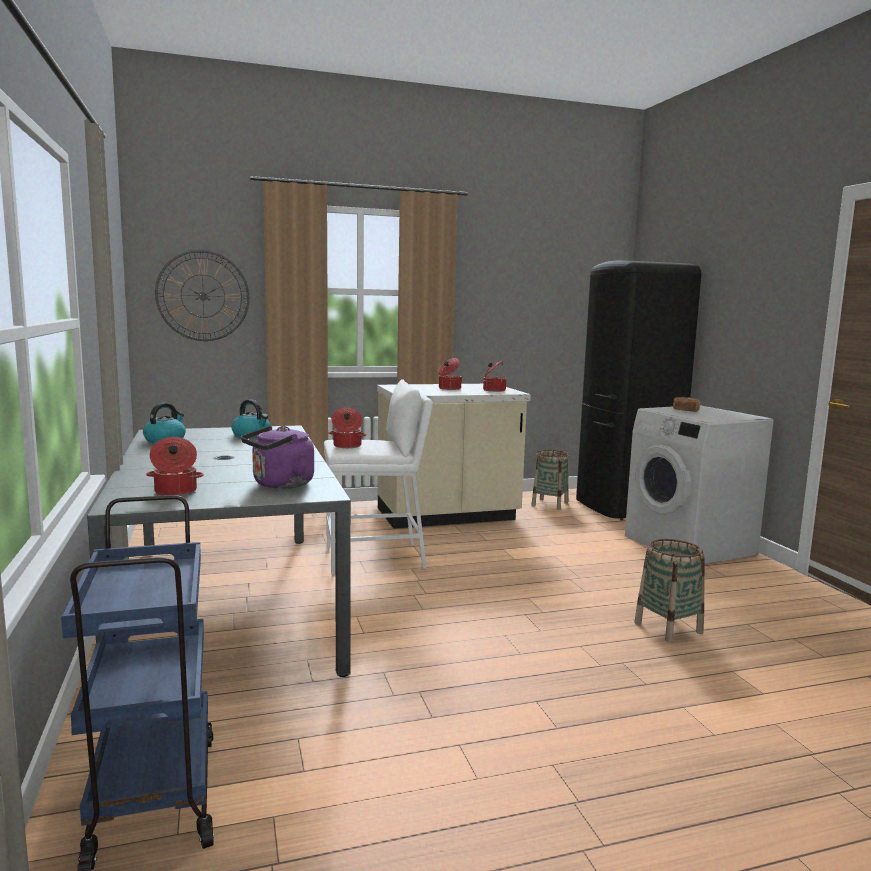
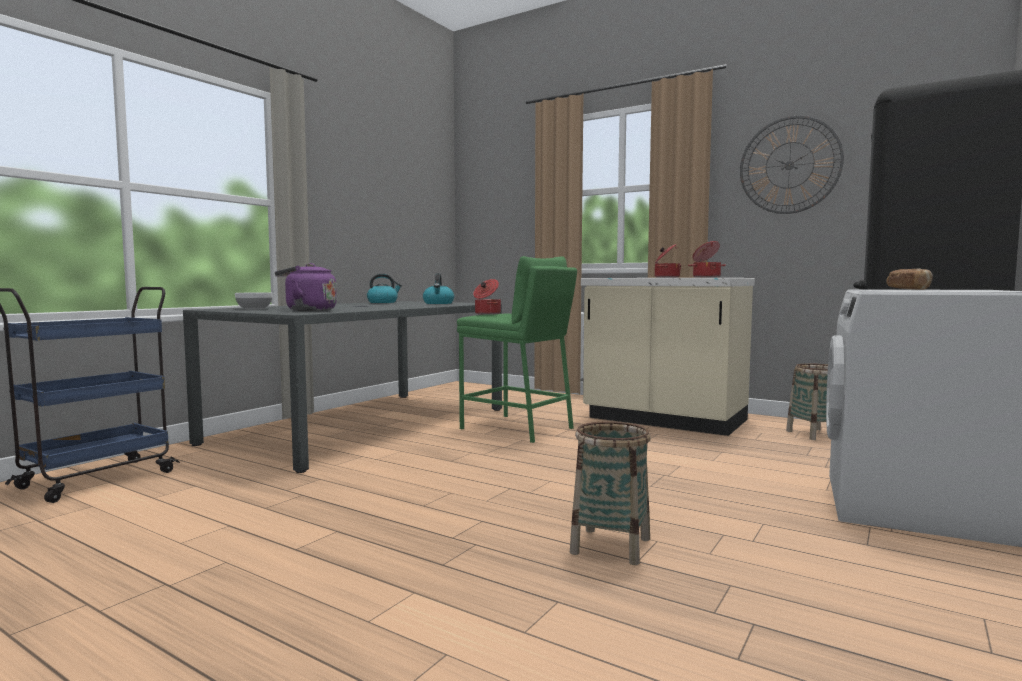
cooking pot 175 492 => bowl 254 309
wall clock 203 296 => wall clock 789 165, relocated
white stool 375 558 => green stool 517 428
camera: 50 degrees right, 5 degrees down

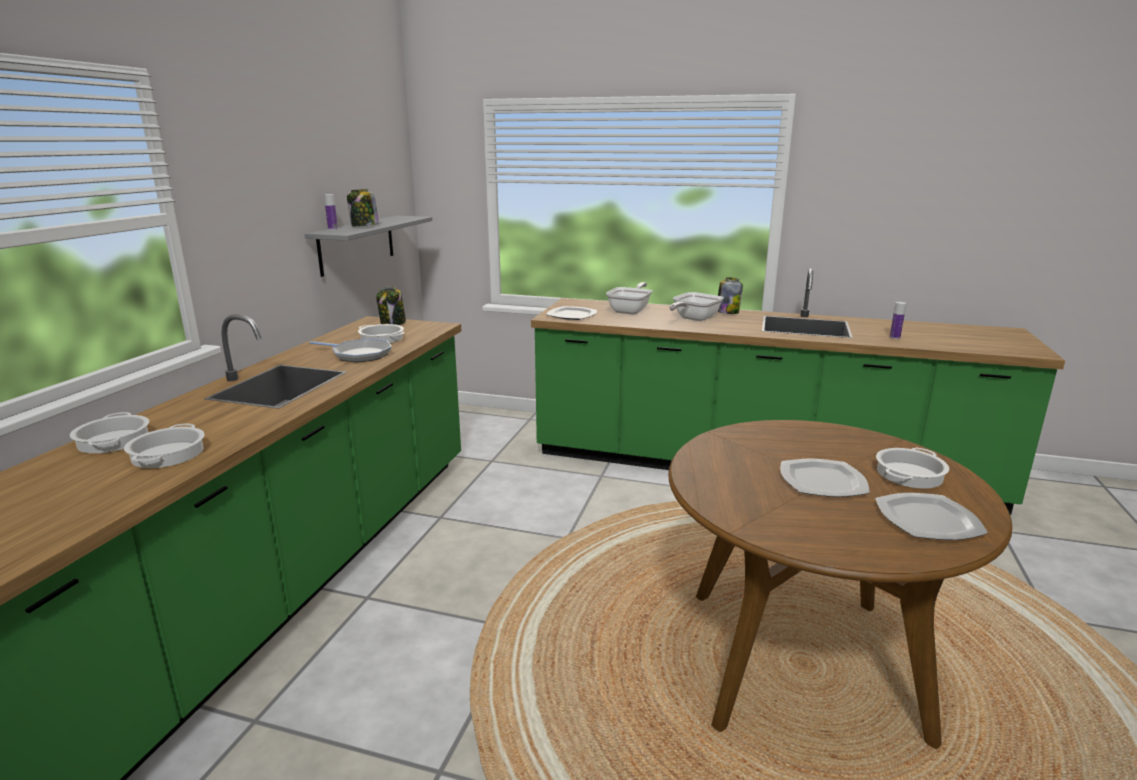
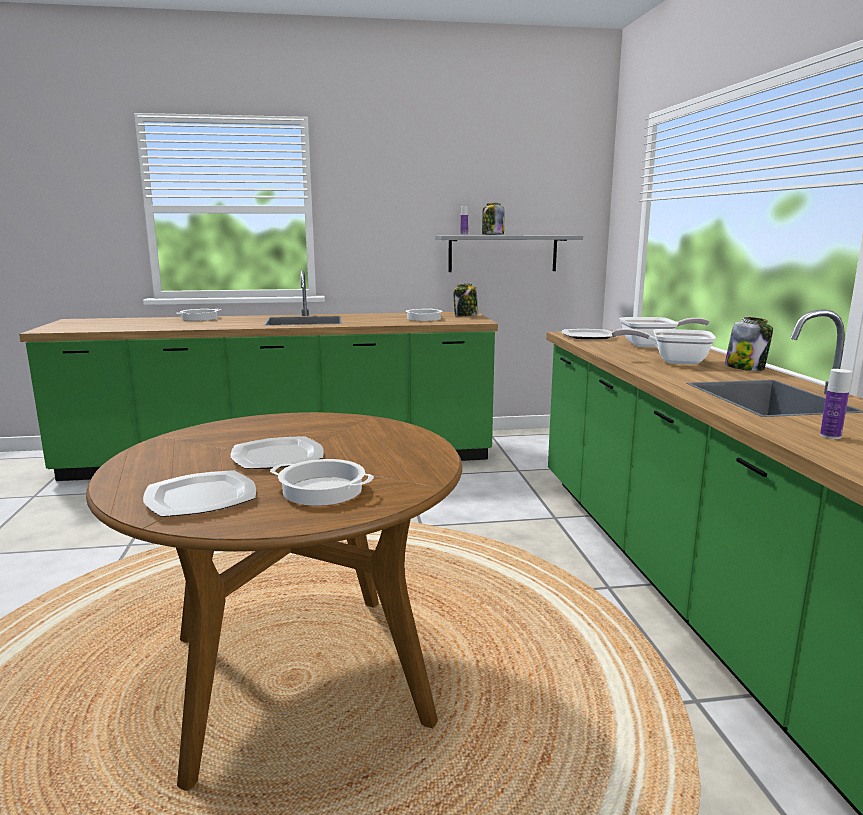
cooking pot 167 454 => nothing
frying pan 359 355 => nothing
camera: 65 degrees right, 5 degrees down

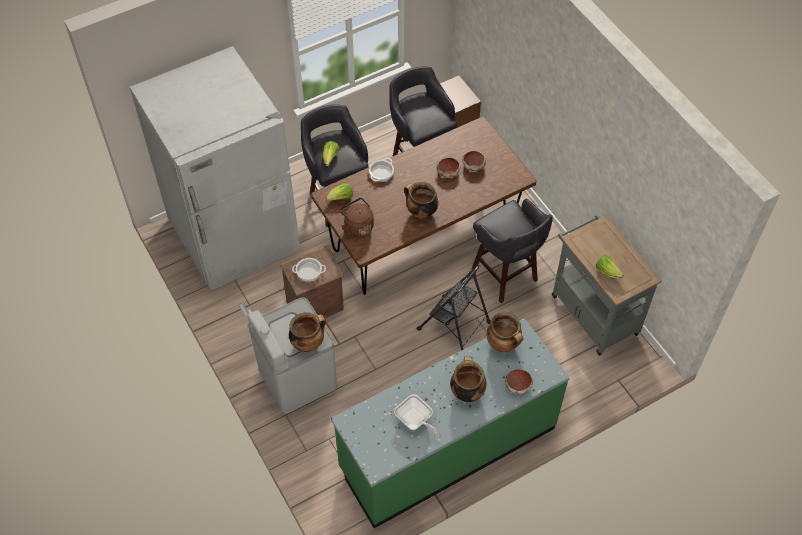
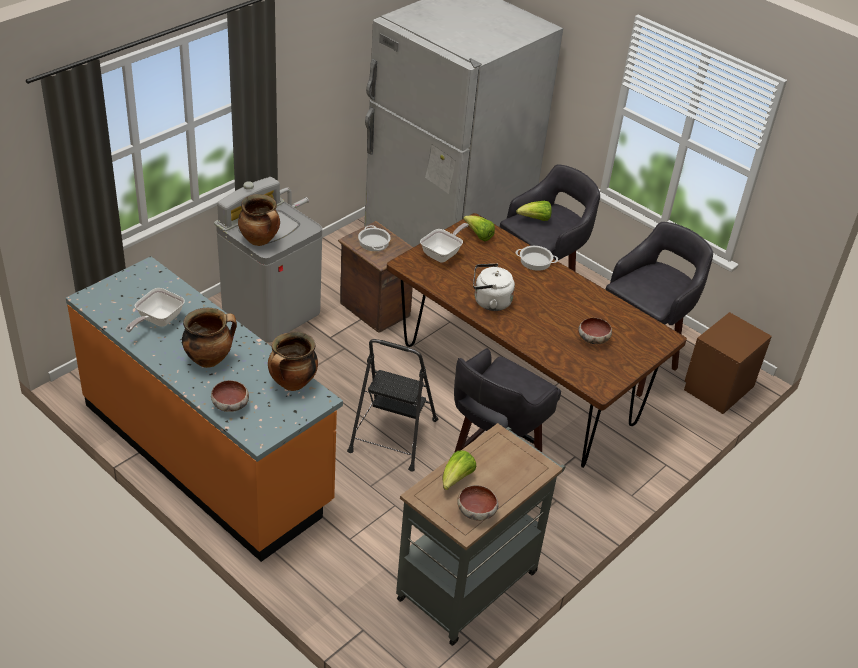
green counter 447 448 => orange counter 207 454
brown kettle 357 226 => frying pan 443 254
cooking pot 421 212 => white kettle 489 302
bowl 448 172 => bowl 477 511, relocated
camera: 70 degrees right, 15 degrees down

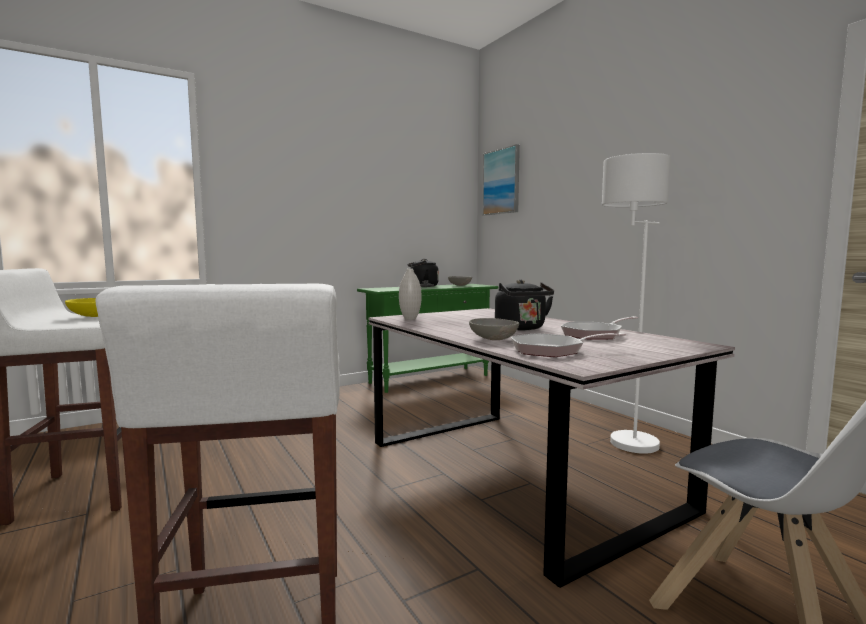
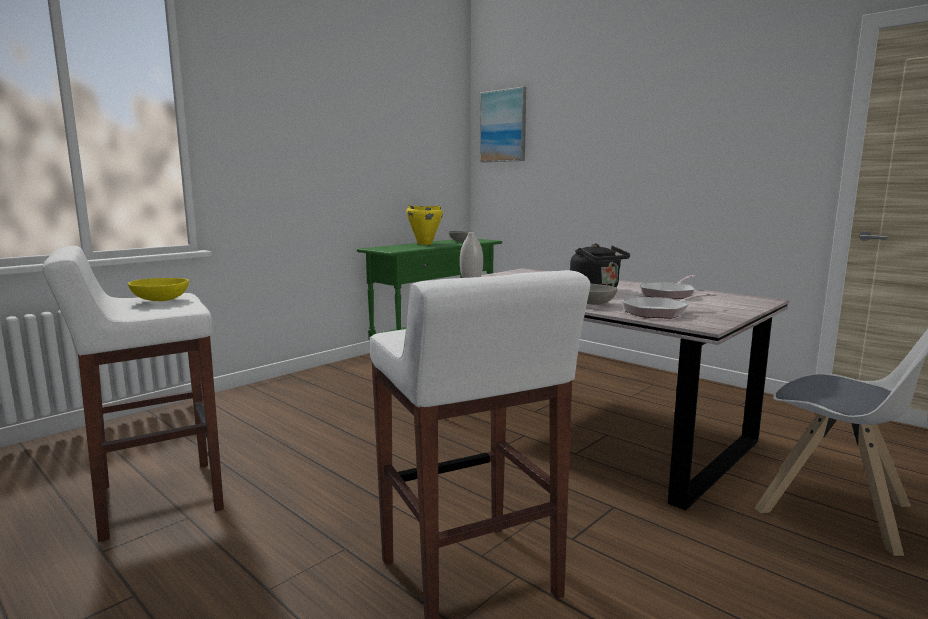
black kettle 422 286 => yellow cooking pot 424 244
white floor lamp 626 447 => nothing
camera: 15 degrees left, 5 degrees up

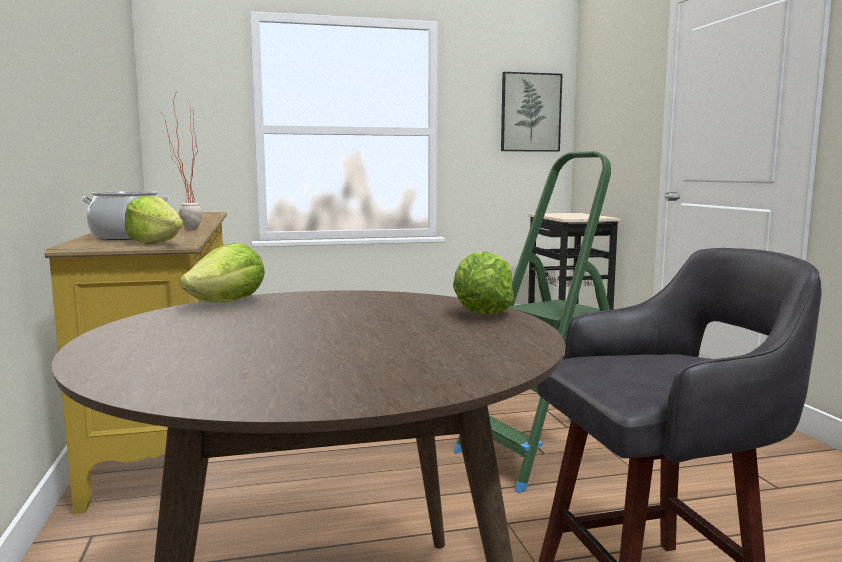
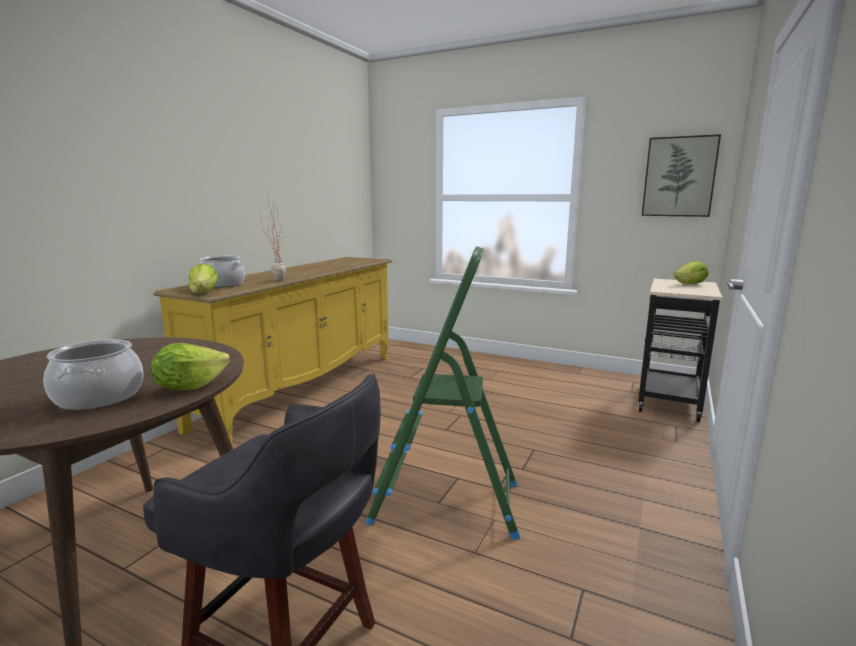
lettuce 228 302 => lettuce 690 284, relocated
nothing => cooking pot 100 396
camera: 40 degrees right, 5 degrees up

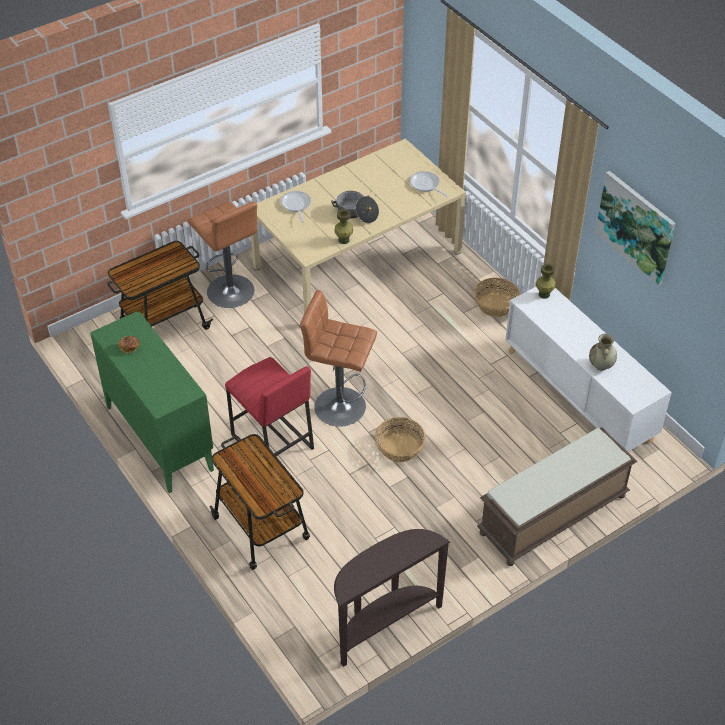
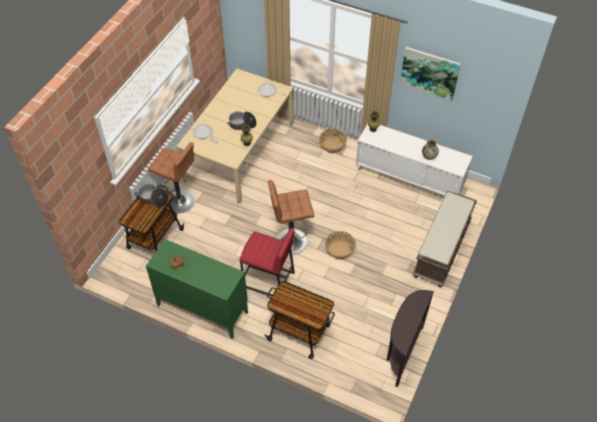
nothing => cooking pot 153 199
camera: 30 degrees left, 5 degrees up

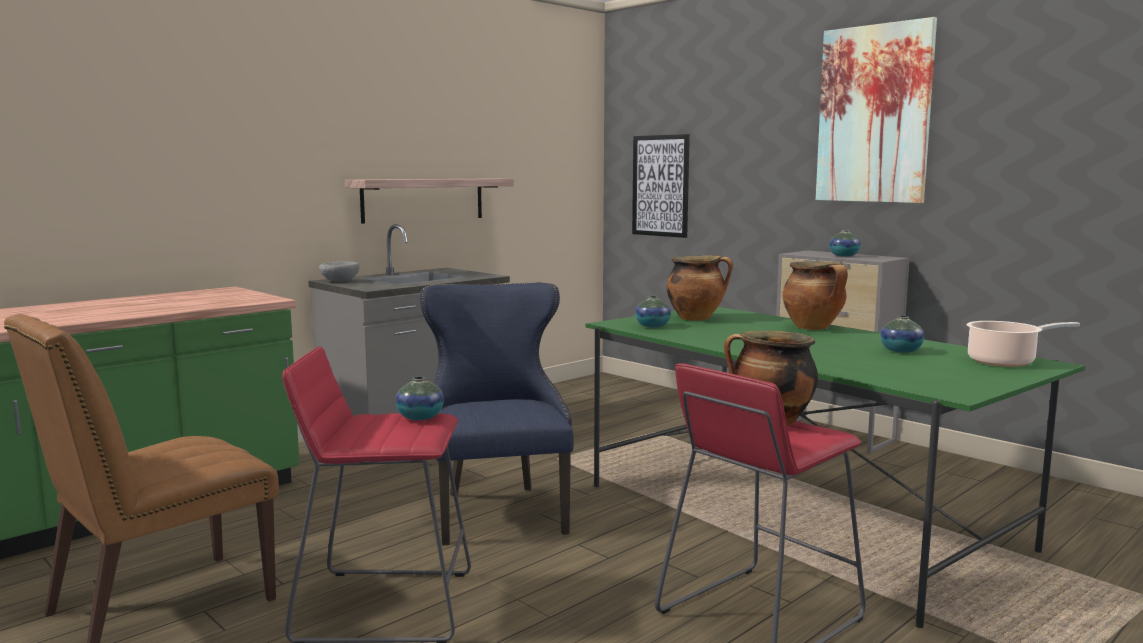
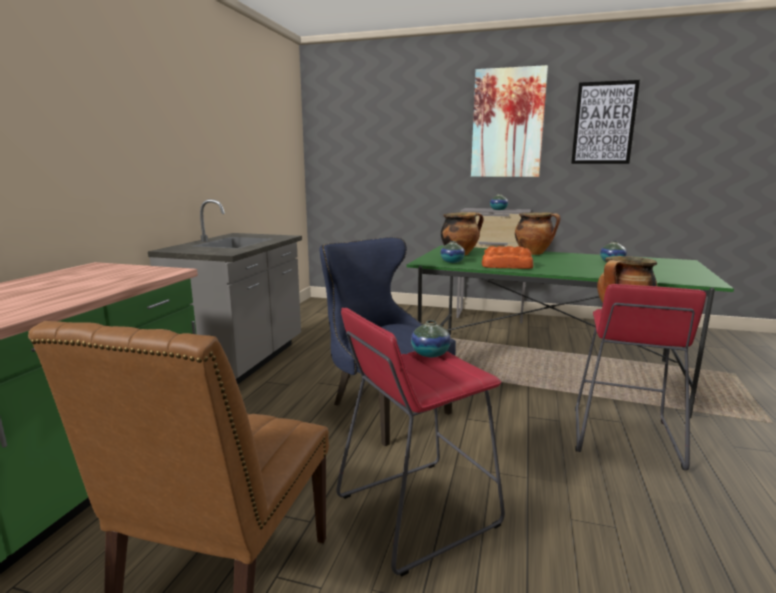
grey bowl 339 281 => nothing
shelf 423 199 => nothing
picture 660 185 => picture 604 123, relocated
cooking pot 1005 362 => nothing
nothing => bread 507 266
camera: 30 degrees left, 5 degrees up

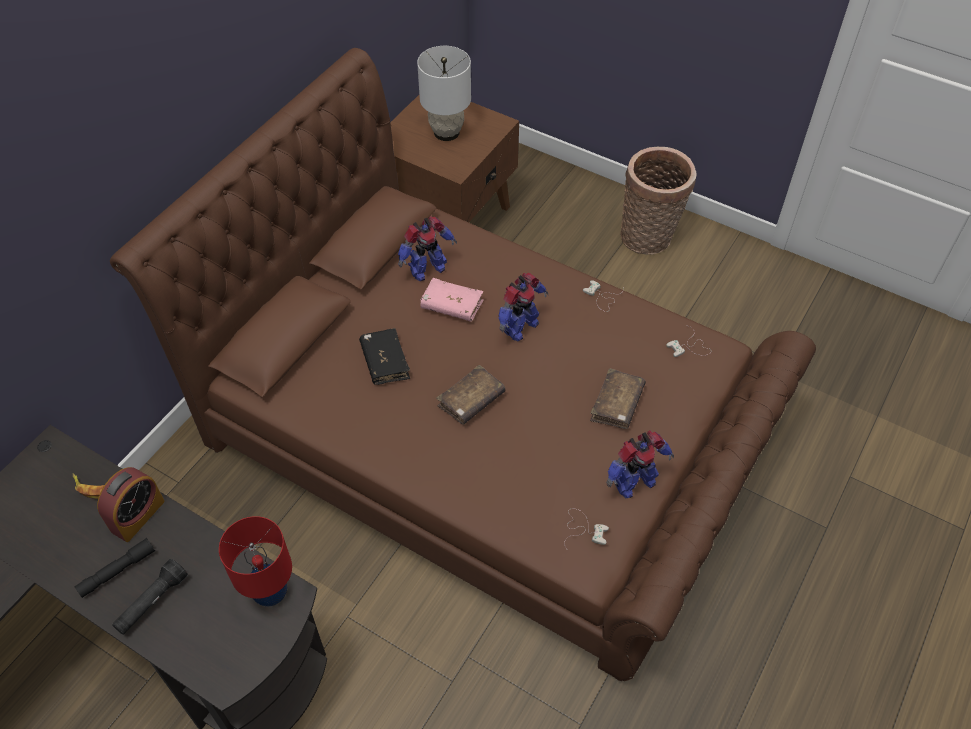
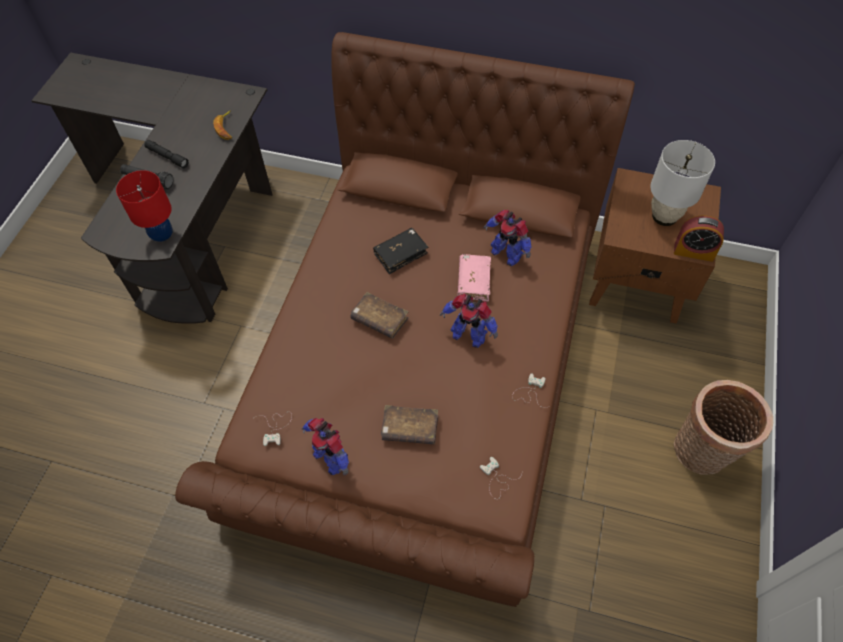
alarm clock 138 516 => alarm clock 693 251, relocated
camera: 75 degrees right, 5 degrees up

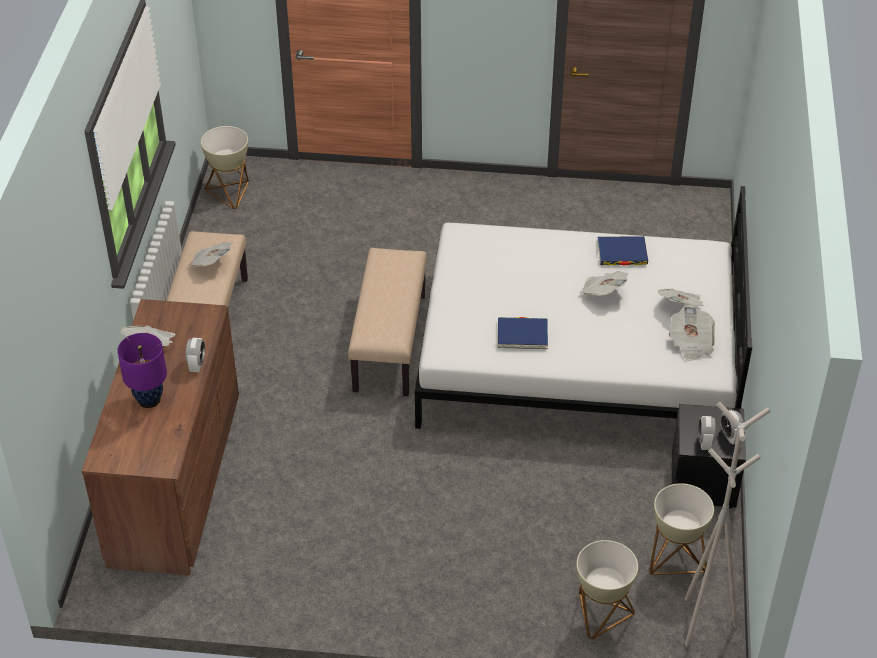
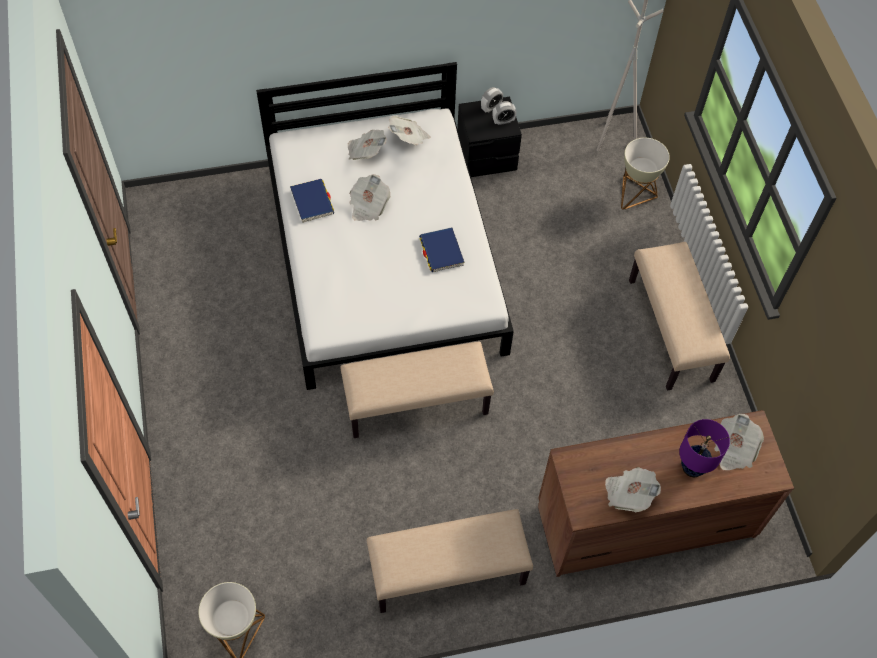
alarm clock 197 365 => nothing
newspaper 211 263 => newspaper 733 449, relocated
planter 675 559 => nothing
nothing => beige bench 671 330
camera: 110 degrees left, 15 degrees up

